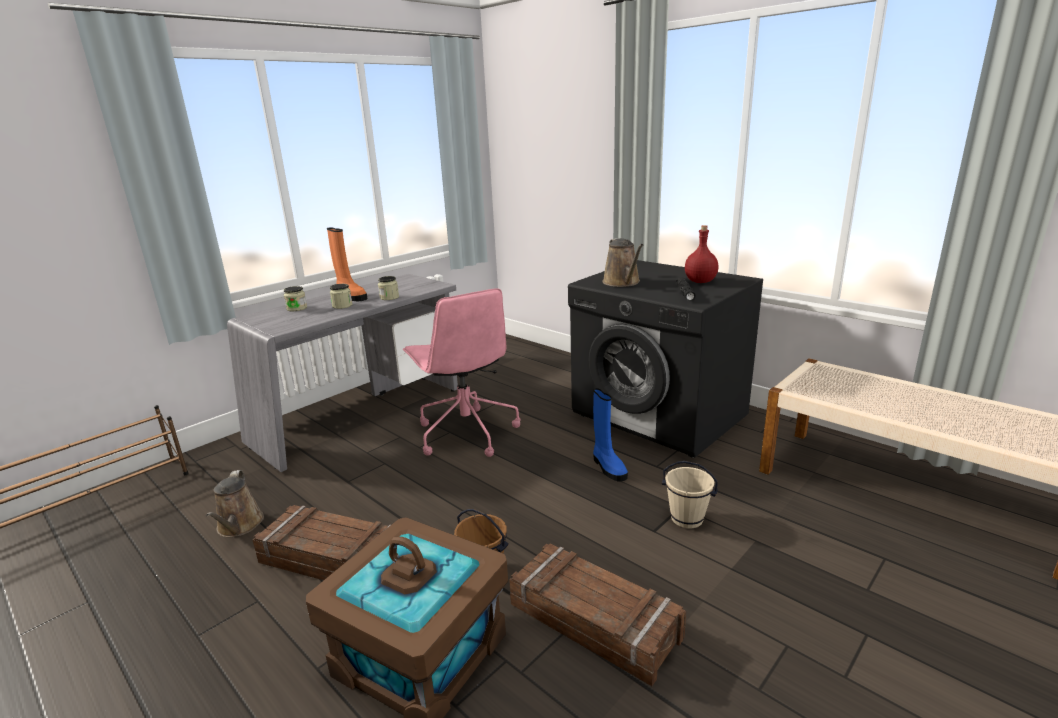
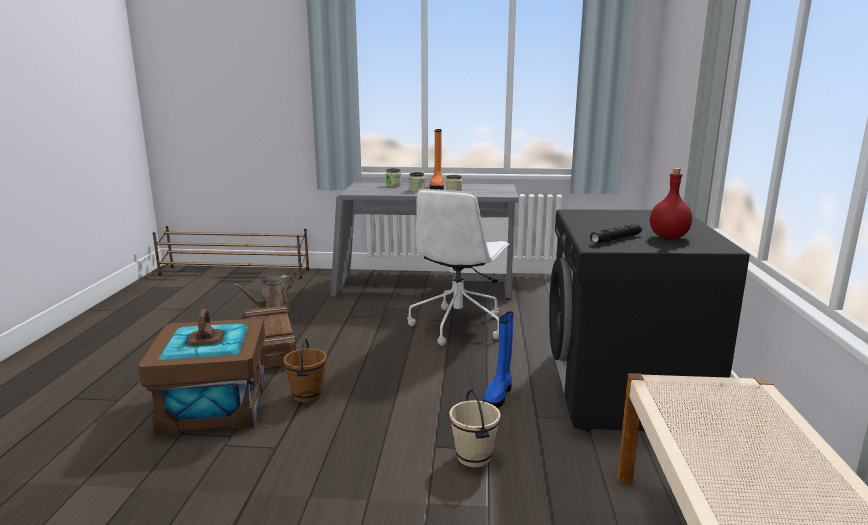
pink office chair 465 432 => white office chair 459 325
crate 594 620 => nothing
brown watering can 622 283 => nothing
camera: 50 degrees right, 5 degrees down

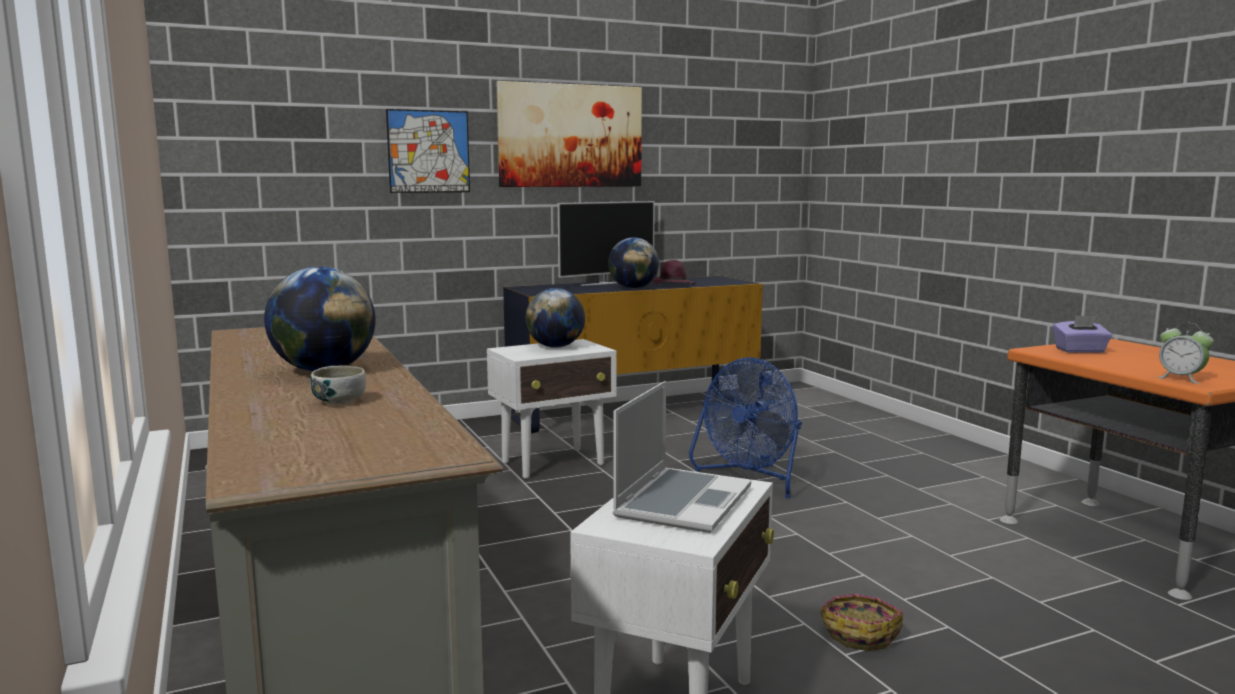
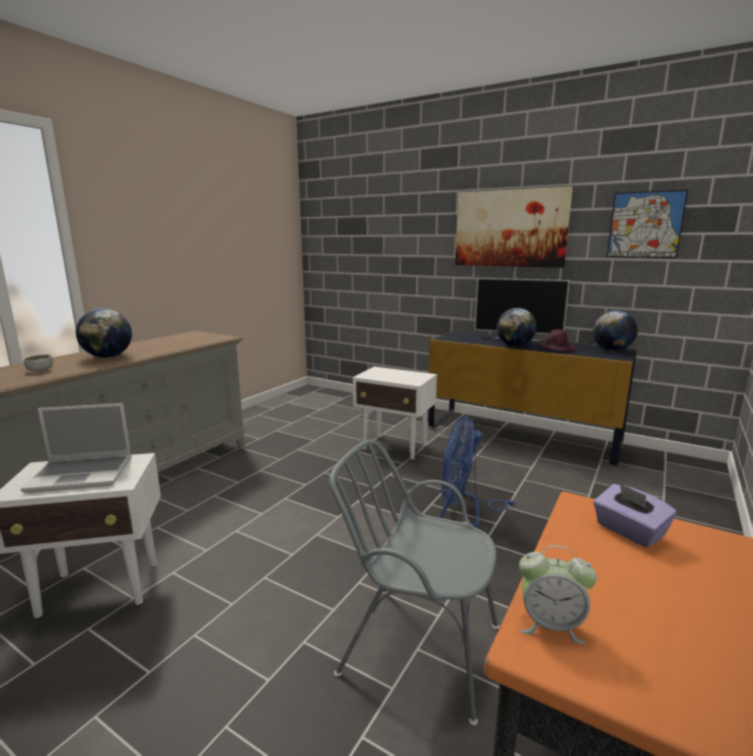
picture 428 151 => picture 645 225, relocated
globe 555 347 => globe 612 350, relocated
basket 860 633 => nothing
alarm clock 1181 379 => alarm clock 551 625, 90 degrees counterclockwise
nothing => grey chair 414 645
camera: 55 degrees right, 5 degrees up

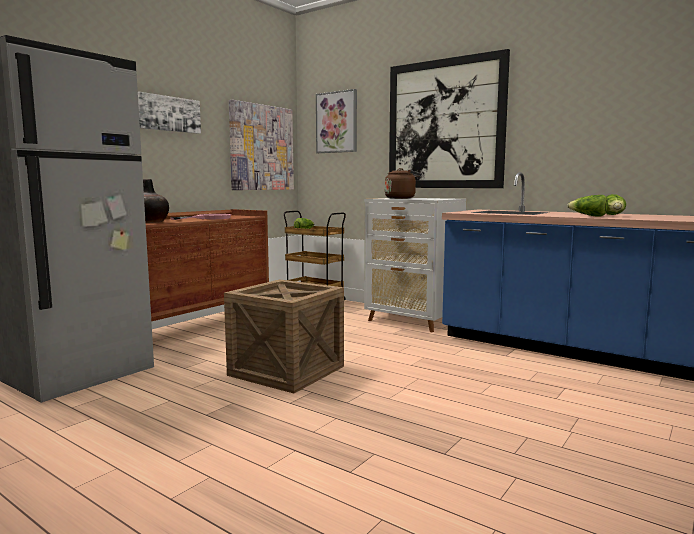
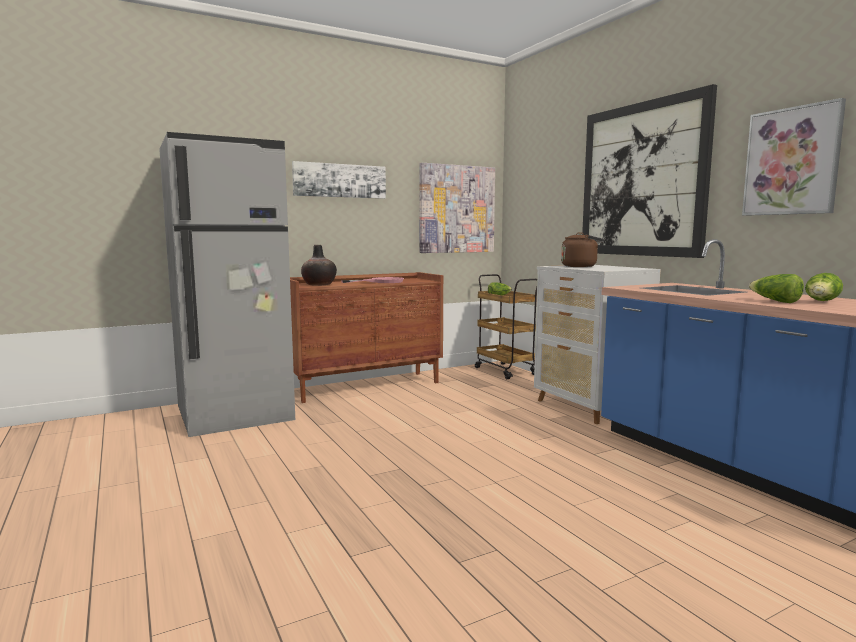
crate 286 371 => nothing
picture 337 122 => picture 791 161, relocated
camera: 25 degrees right, 0 degrees up

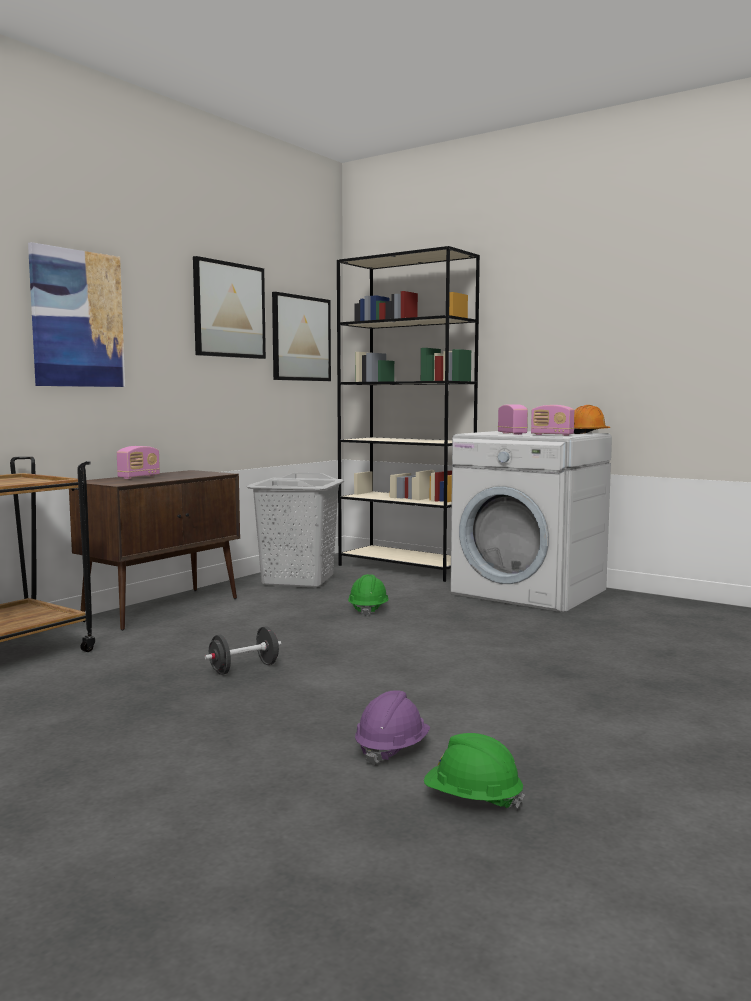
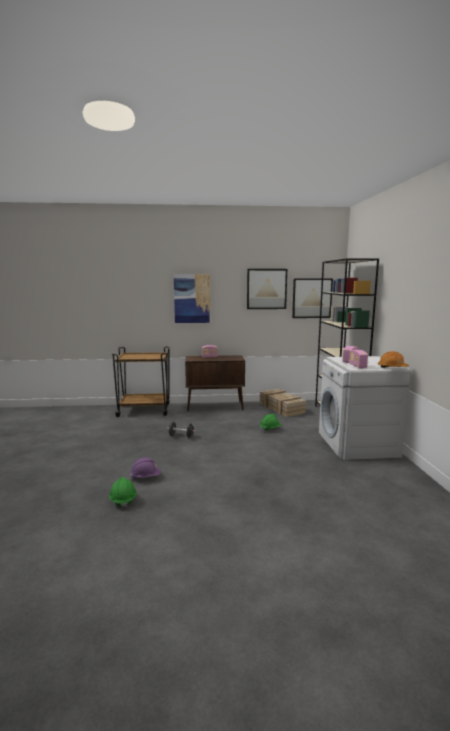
grey laundry basket 298 580 => crate 282 408
camera: 50 degrees right, 5 degrees up

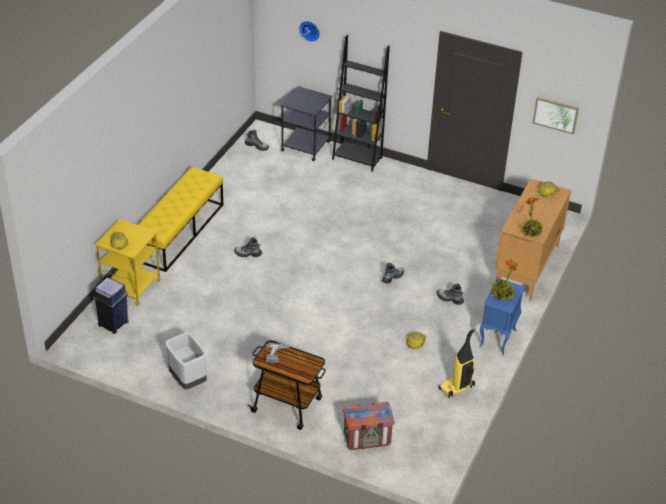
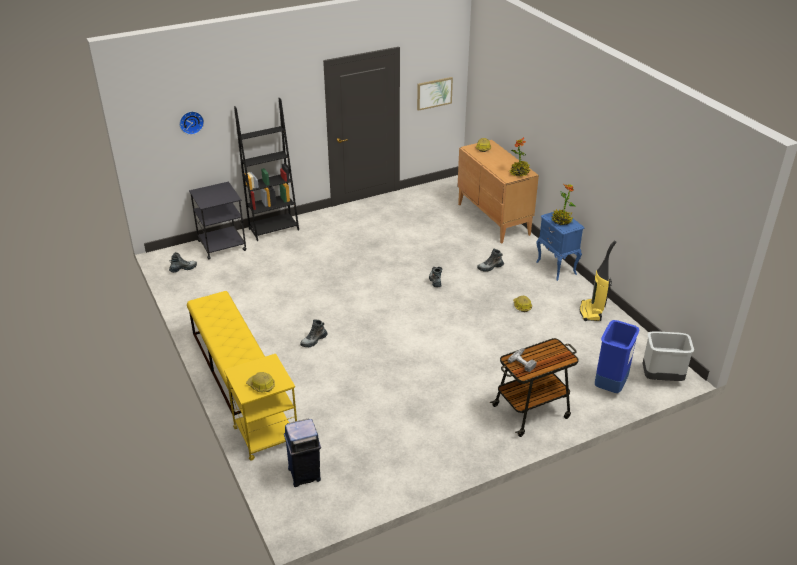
grey trash can 188 380 => grey trash can 662 377, relocated
crate 366 439 => blue trash can 610 386
camera: 50 degrees left, 5 degrees down

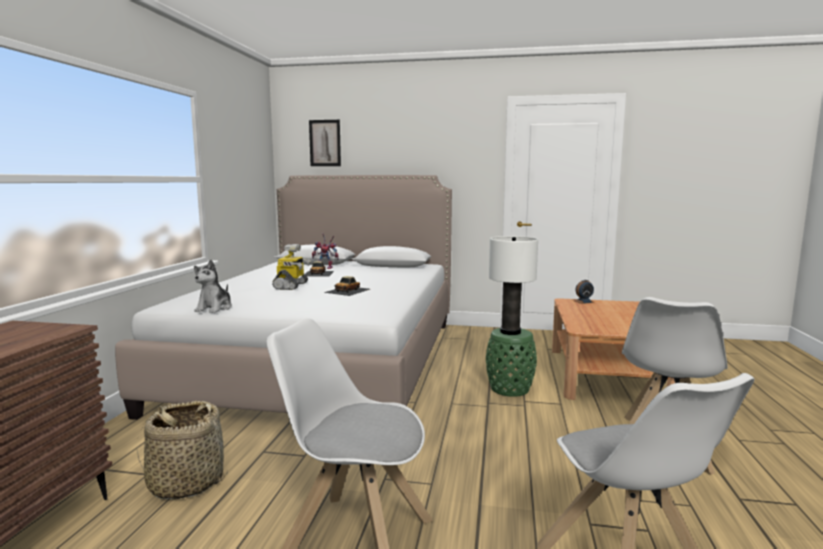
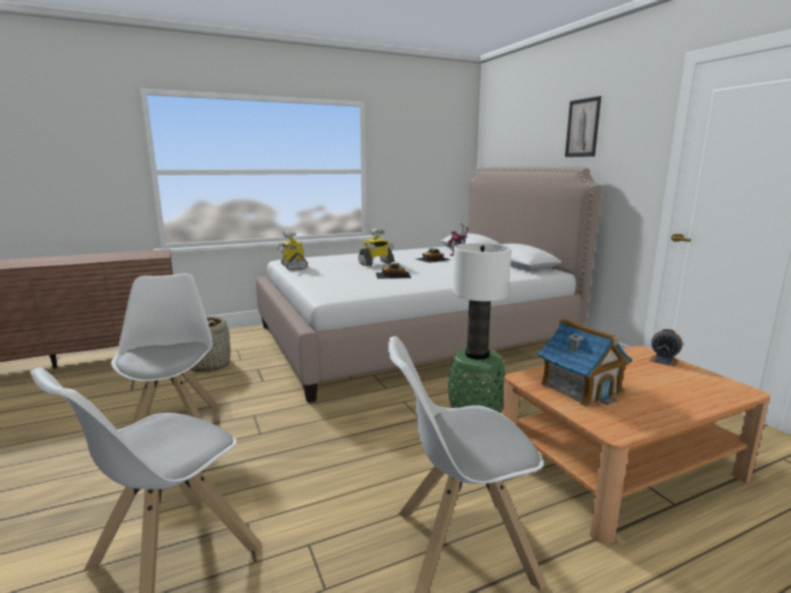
plush toy 214 308 => toy robot 293 267
picture 325 143 => picture 582 128, relocated
nothing => toy house 580 388
camera: 55 degrees right, 5 degrees up

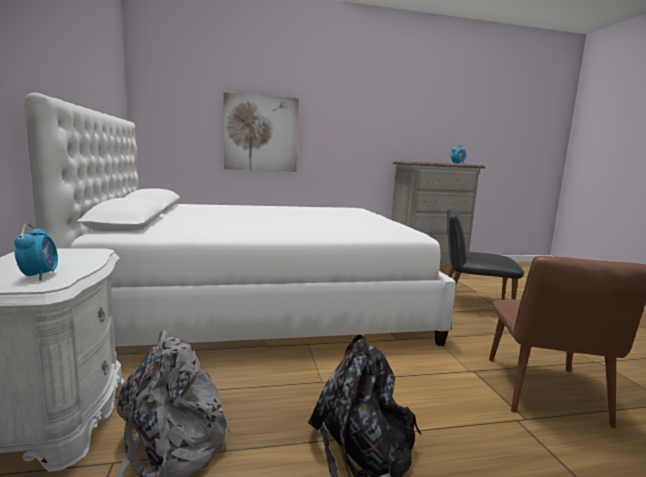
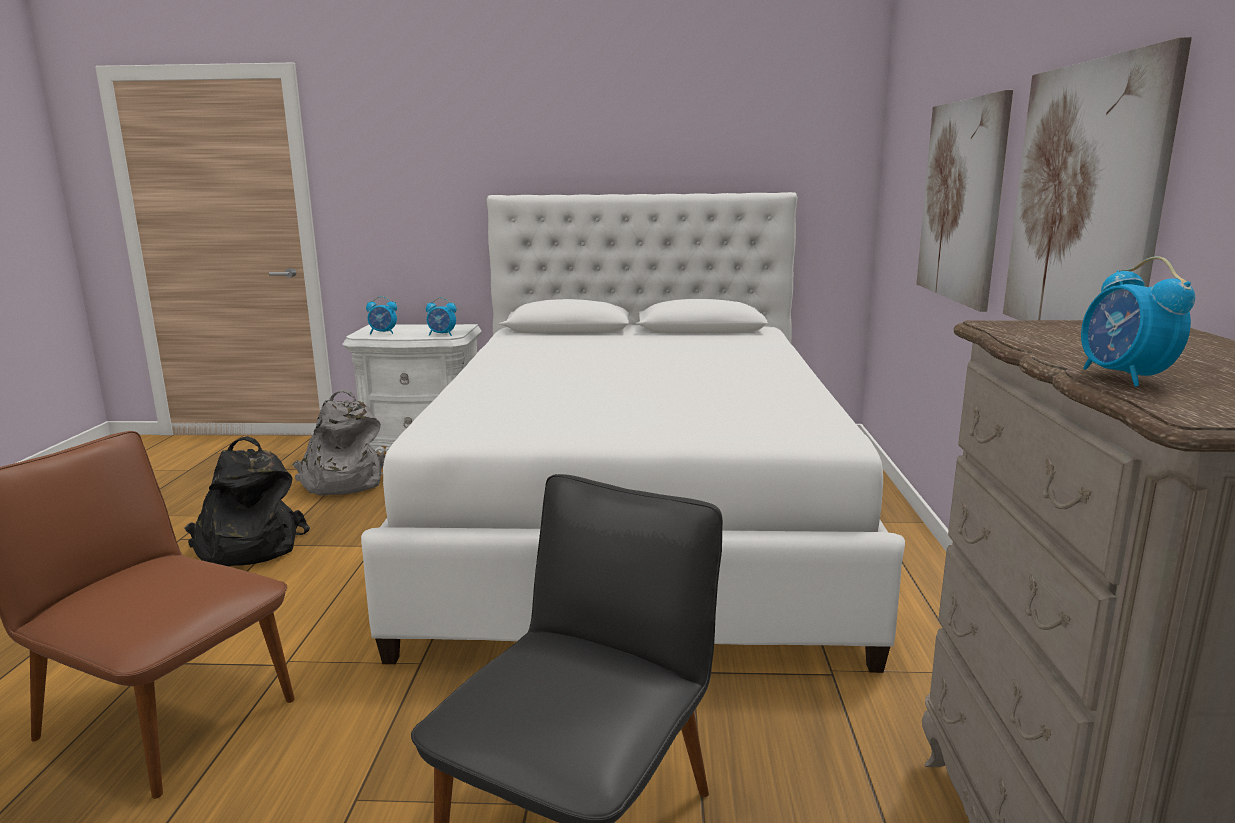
nothing => alarm clock 442 334
nothing => picture 1082 203
camera: 105 degrees right, 5 degrees up

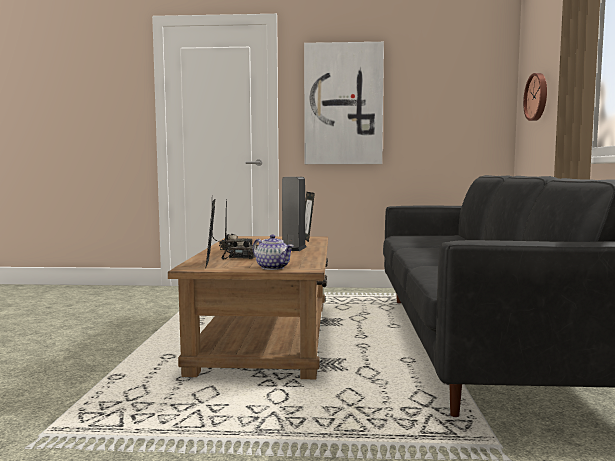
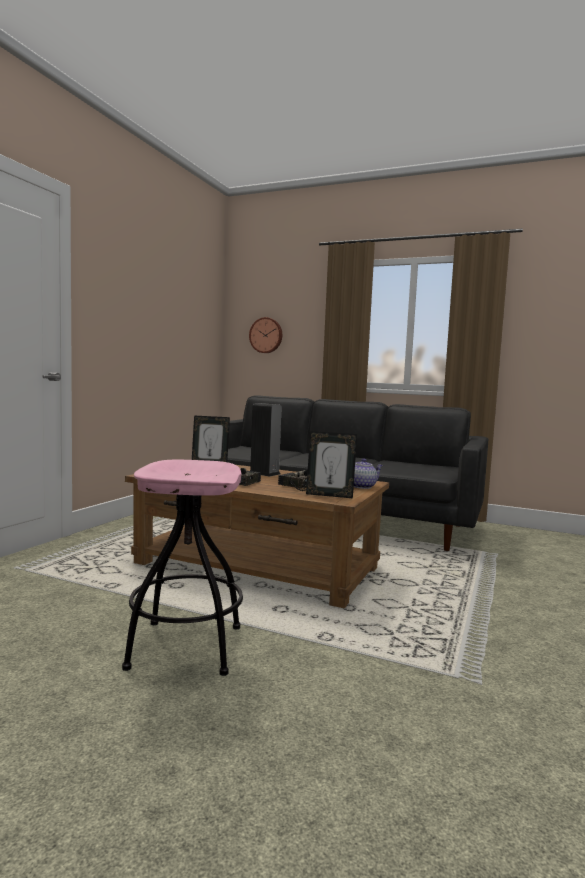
picture 343 104 => nothing
nothing => pink stool 186 646
camera: 70 degrees left, 0 degrees up

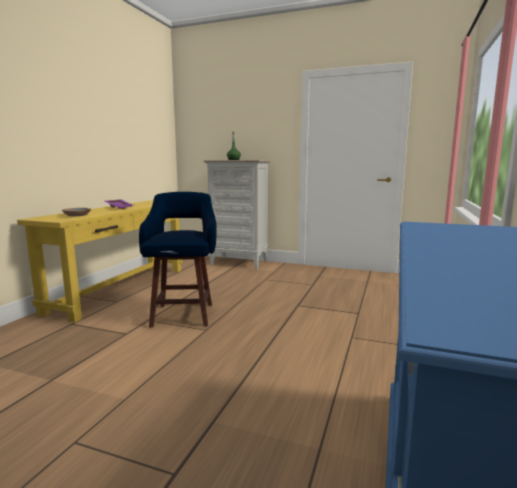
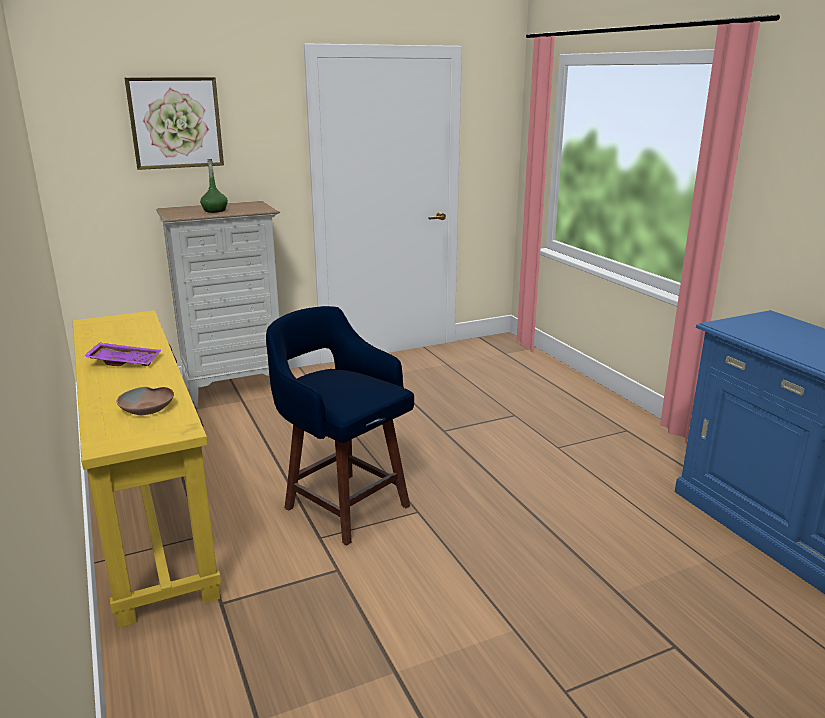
nothing => picture 175 123
camera: 45 degrees left, 10 degrees up

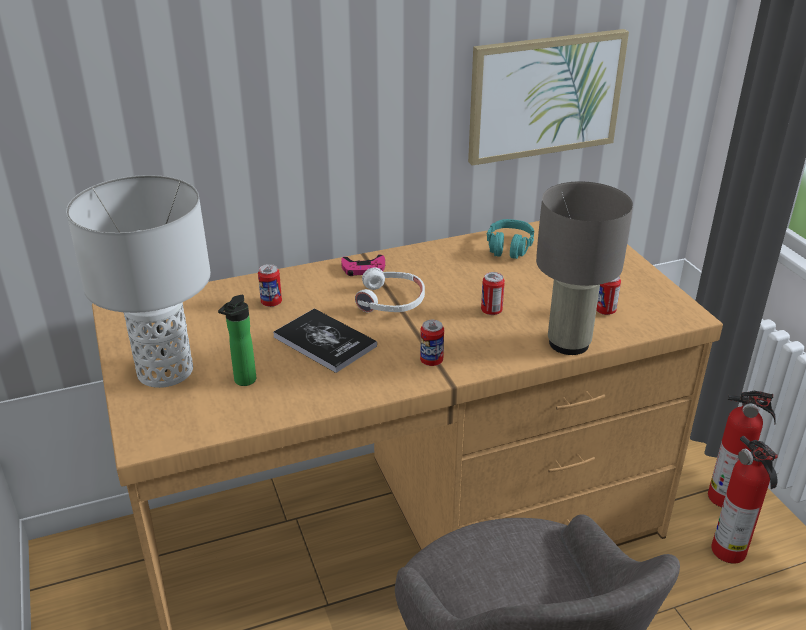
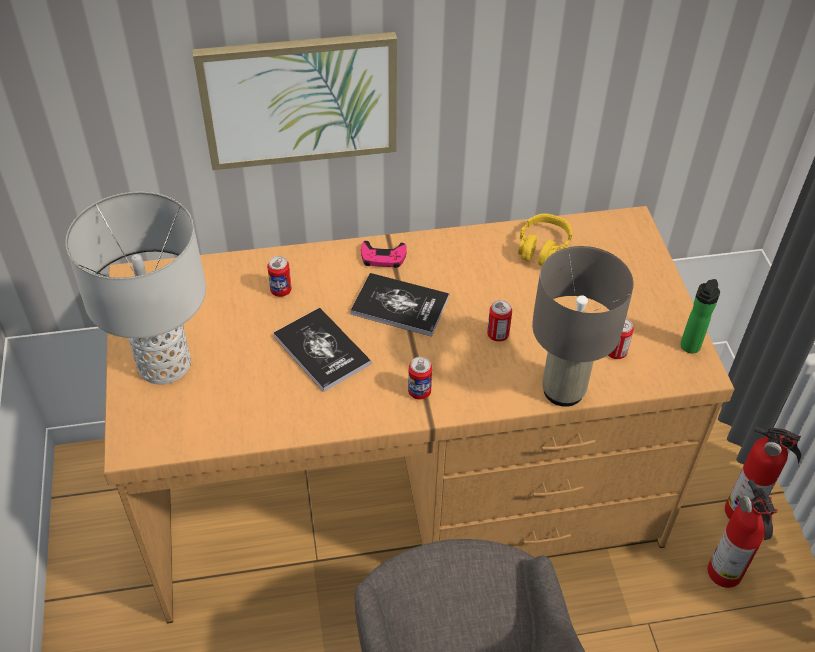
bottle 243 381 => bottle 688 348, relocated
white headphones 391 301 => book 400 306
picture 545 96 => picture 299 100, relocated
turquoise headphones 509 247 => yellow headphones 542 248
camera: 10 degrees right, 15 degrees up

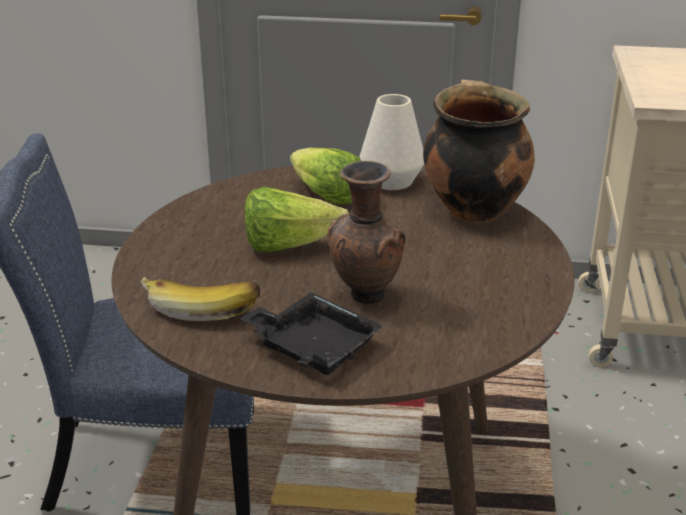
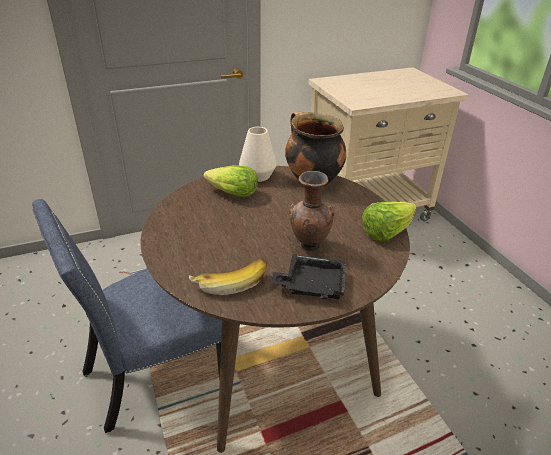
lettuce 288 246 => lettuce 386 232, relocated
camera: 30 degrees left, 5 degrees up

